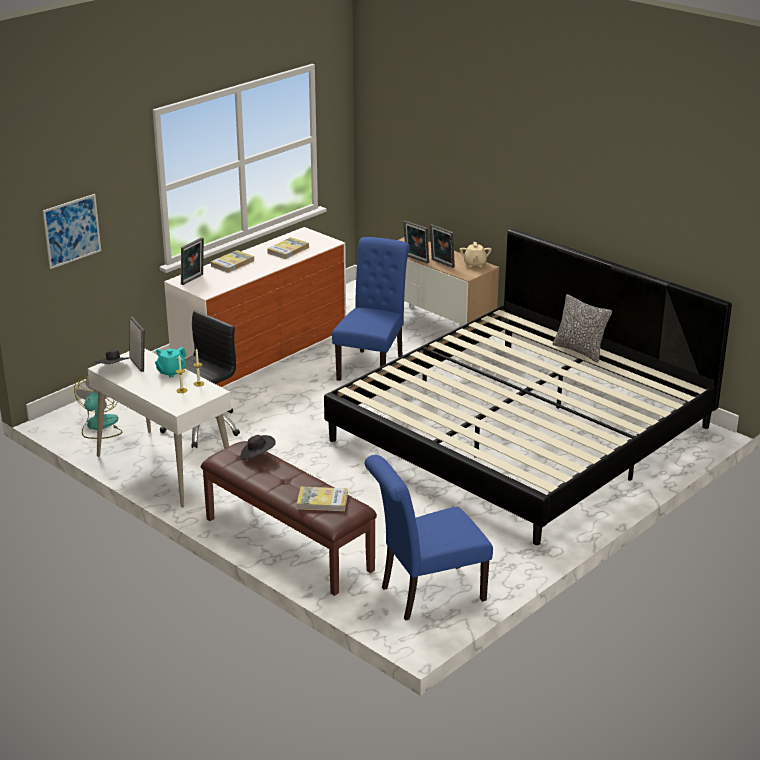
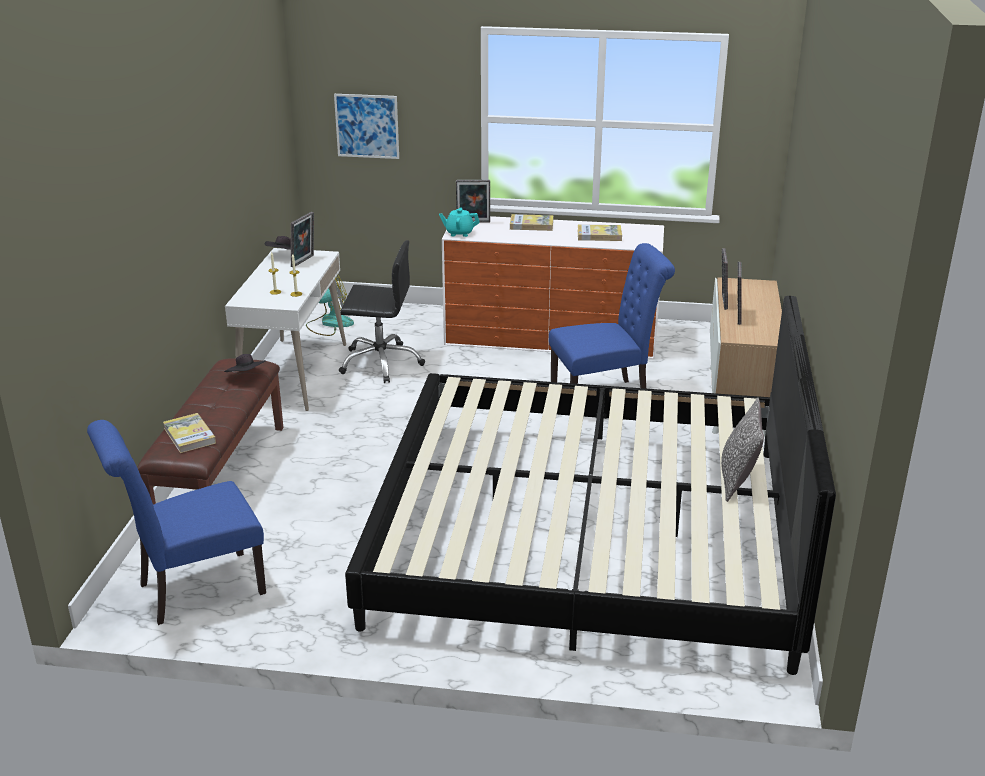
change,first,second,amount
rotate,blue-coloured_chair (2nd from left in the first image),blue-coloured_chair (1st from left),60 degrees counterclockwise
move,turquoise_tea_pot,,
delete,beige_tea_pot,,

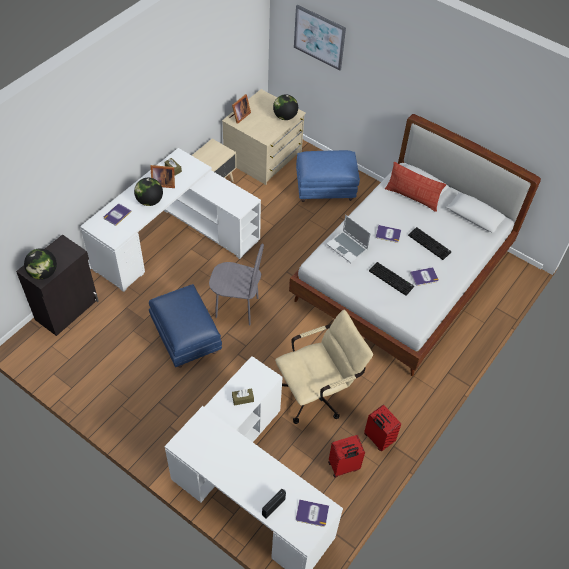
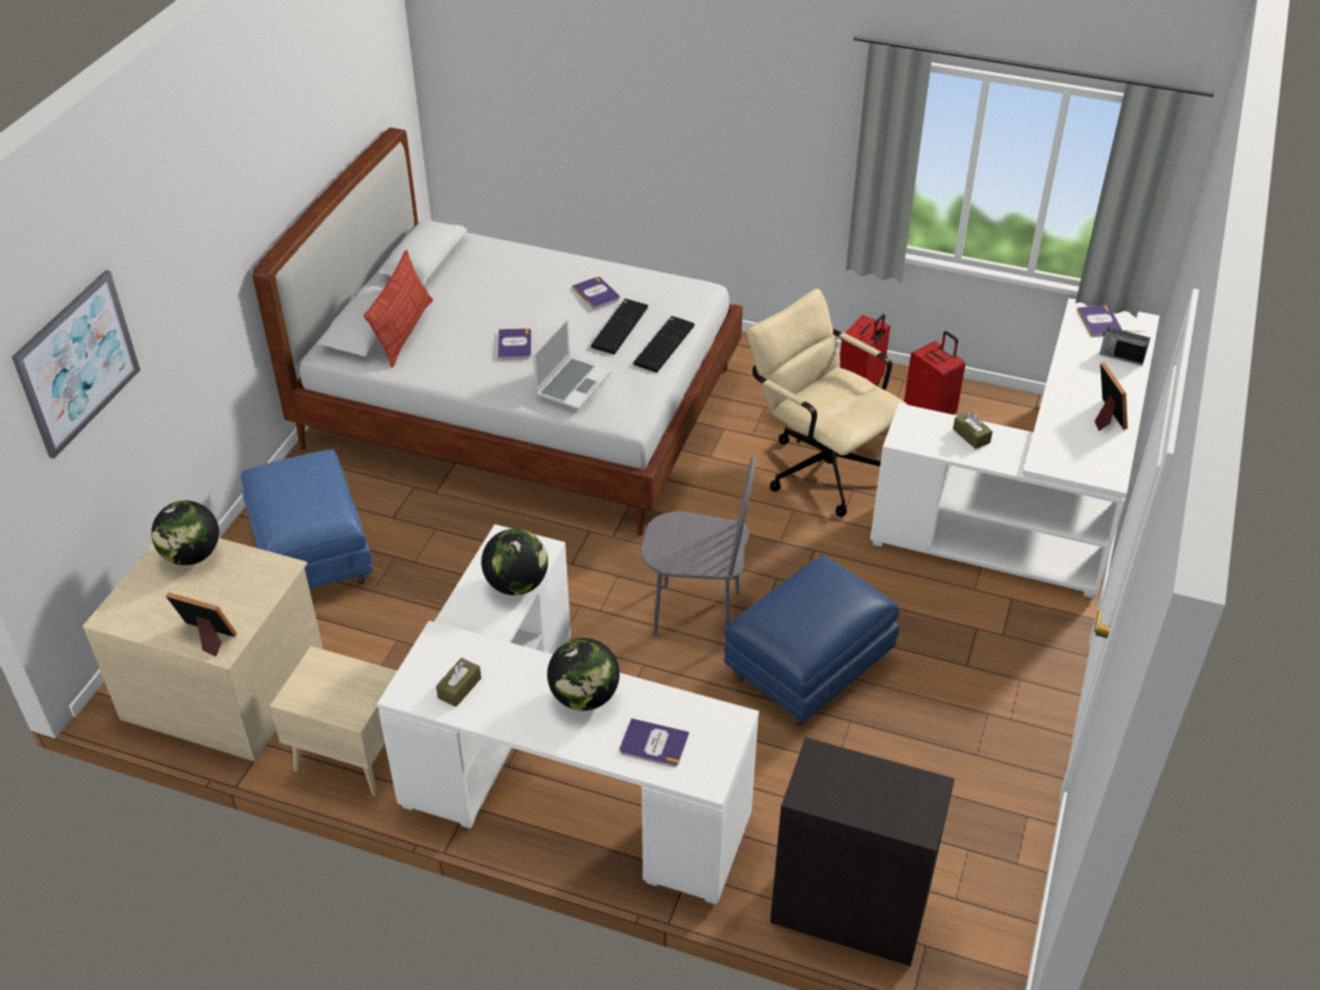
change,first,second,amount
move,globe (1st from left in the first image),globe (2nd from left),
move,computer_keyboard (2nd from left),,
rotate,gray_chair,,105 degrees clockwise
move,photo_frame (1st from left in the first image),photo_frame (2nd from left),

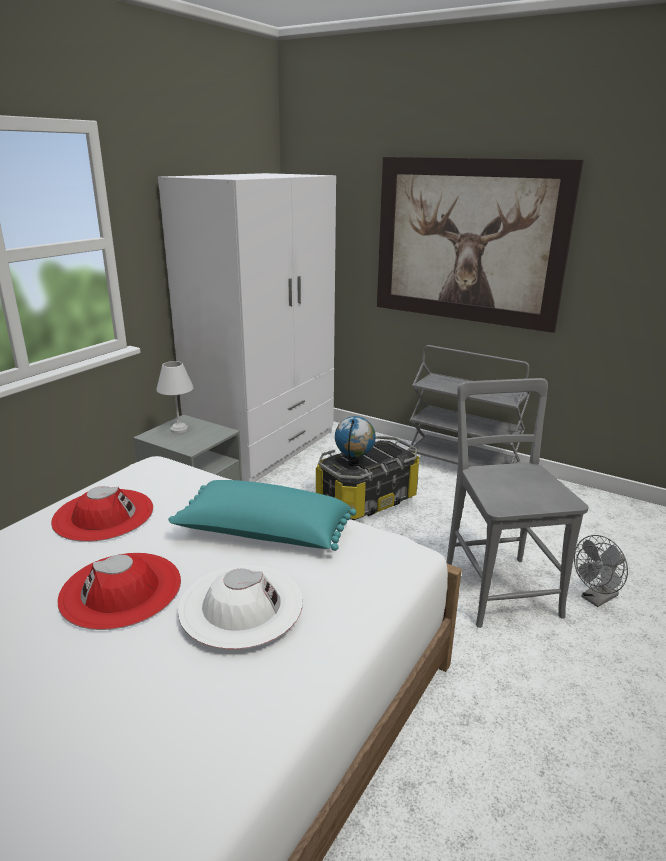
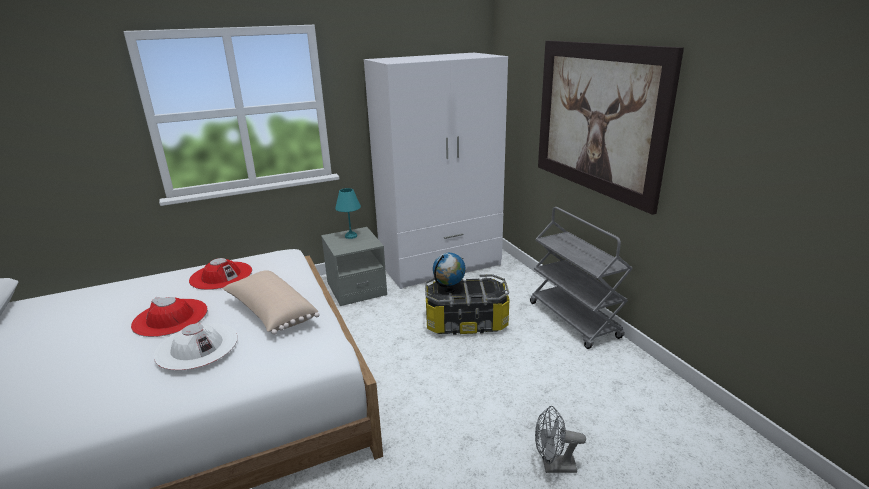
change,first,second,amount
recolor,turquoise_cushion,beige_cushion,
recolor,whitish_table_lamp,turquoise_table_lamp,
delete,gray_chair,,

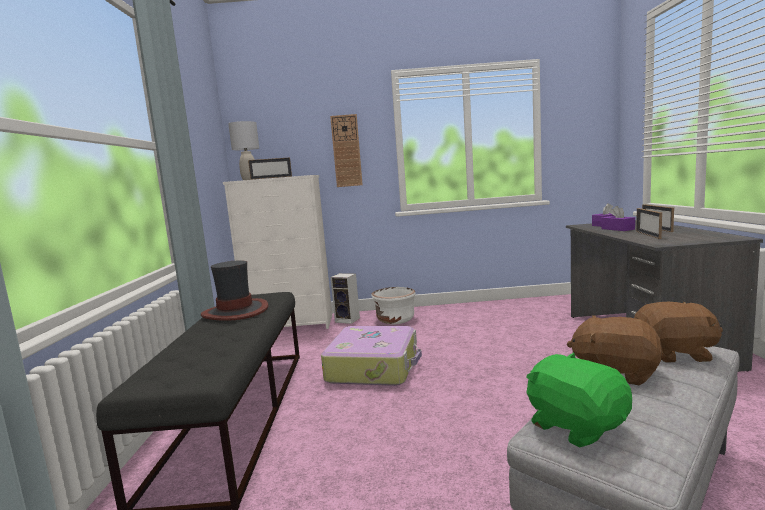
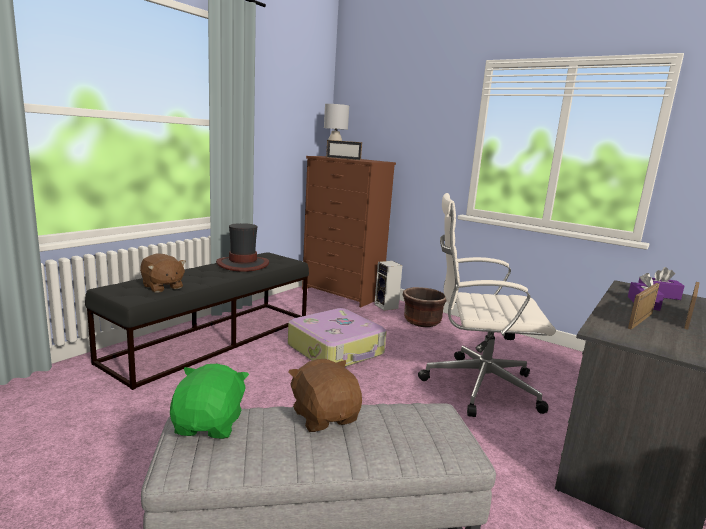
change,first,second,amount
move,brownish_soft_toy (2nd from left in the first image),brownish_soft_toy (1st from left),
recolor,whitish_drawer_chest,brownish_drawer_chest,
recolor,whitish_planter,brownish_planter,
insert,,whitish_computer_chair,
delete,hanging_clock,,

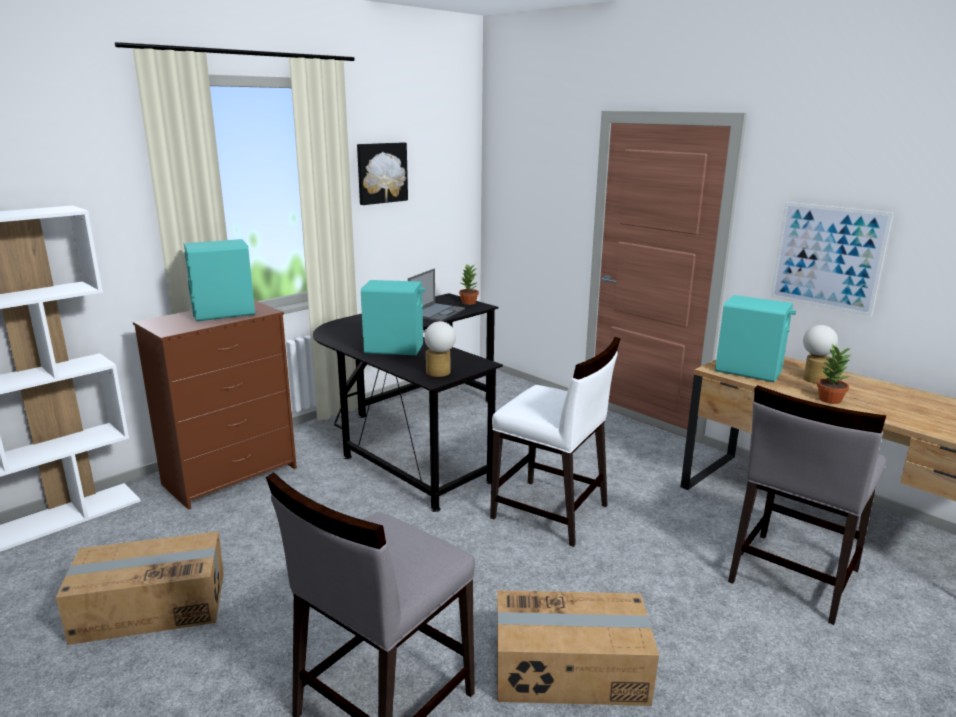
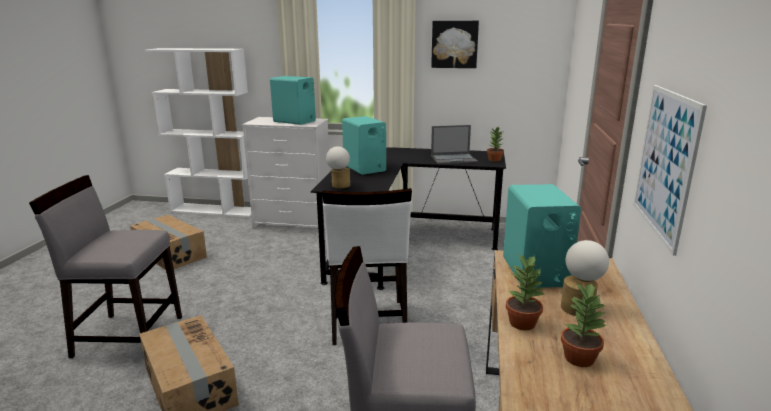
change,first,second,amount
recolor,brownish_drawer_chest,whitish_drawer_chest,
insert,,houseplant (3rd from left),

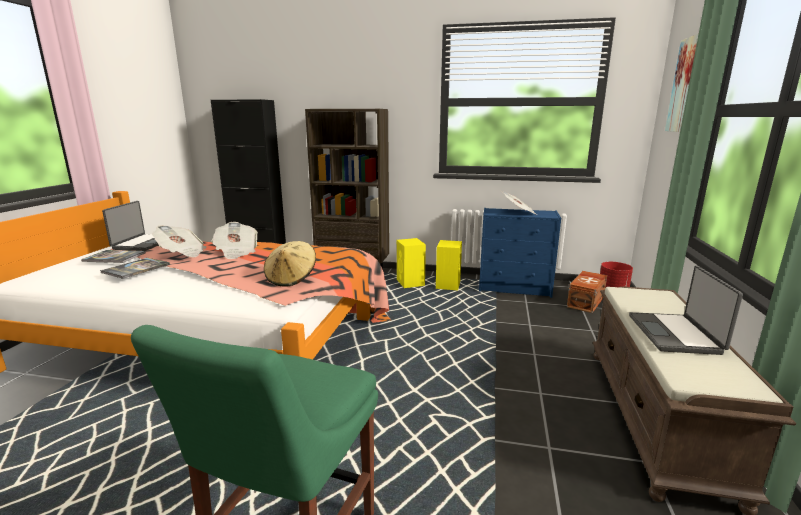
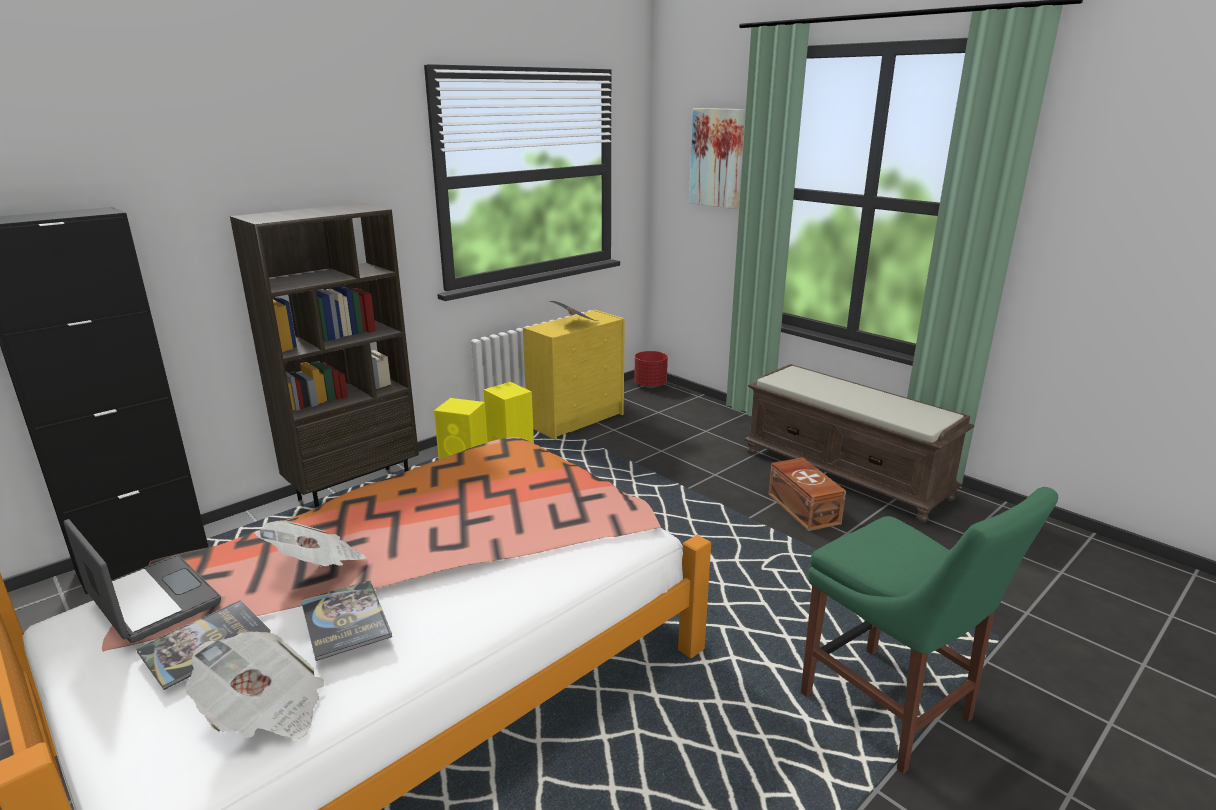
change,first,second,amount
move,daily_paper (2nd from left in the first image),daily_paper (1st from left),
recolor,blue-coloured_drawer_chest,yellow-coloured_drawer_chest,
move,brownish_storage_box,,
delete,beige_clothing_hat,,
delete,portable_computer (2nd from left),,

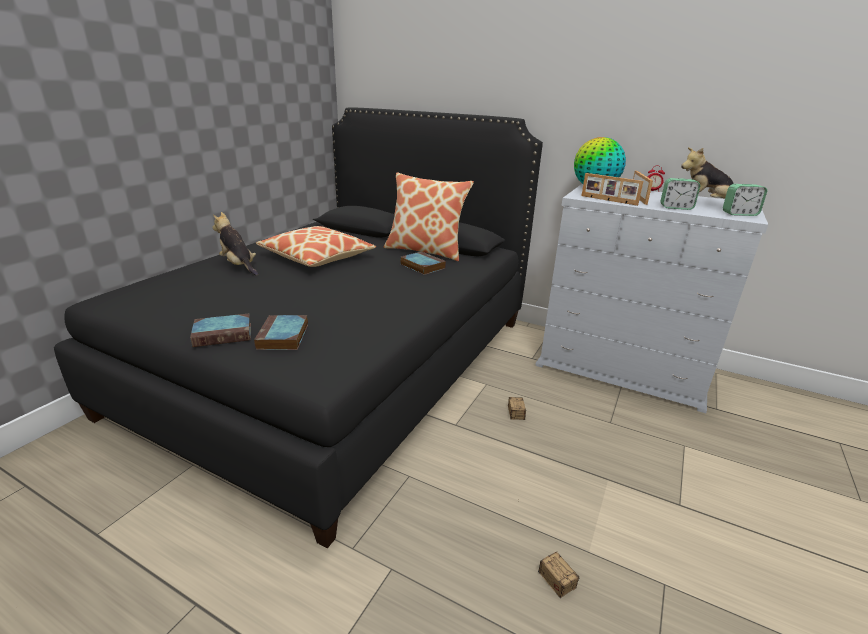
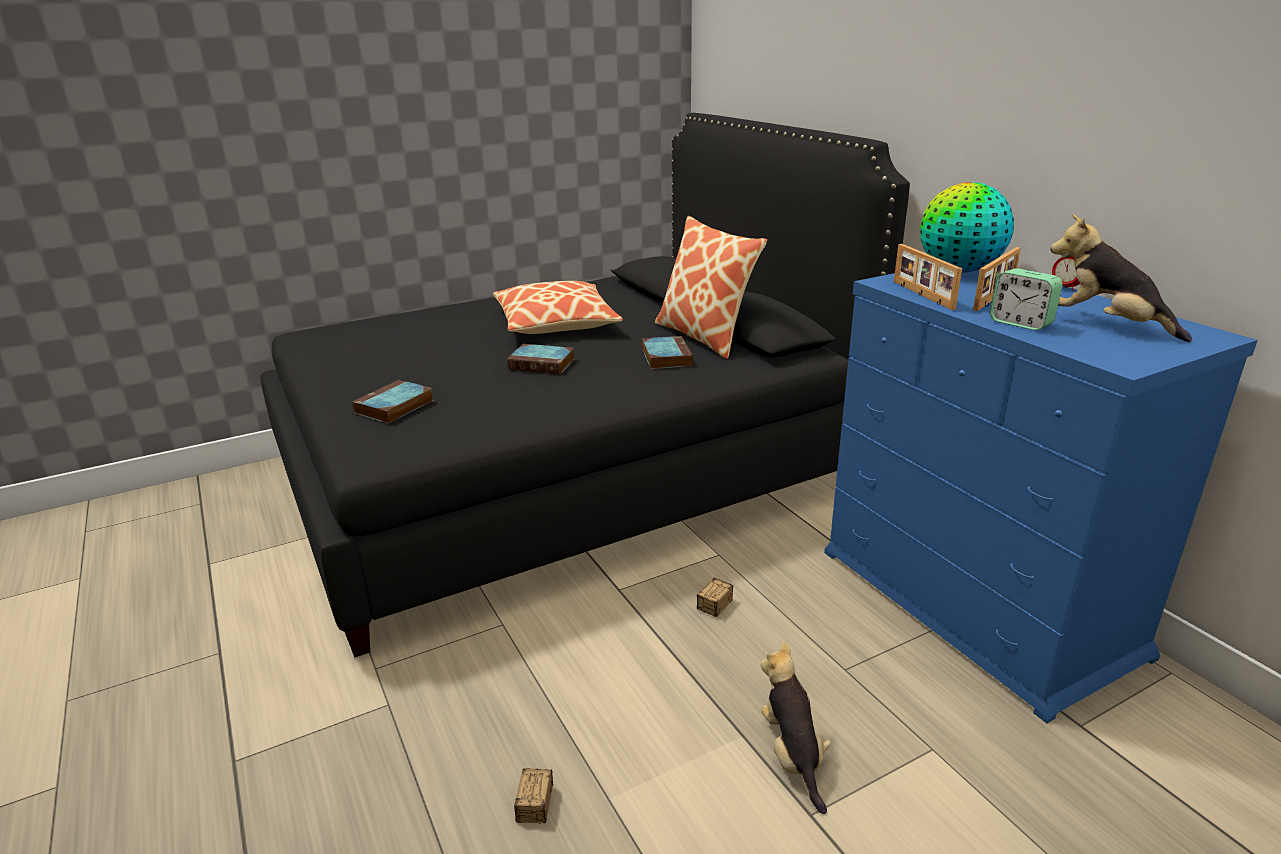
change,first,second,amount
move,bound_book (1st from left in the first image),bound_book (2nd from left),
move,soft_toy (1st from left),,
recolor,whitish_drawer_chest,blue-coloured_drawer_chest,
delete,alarm_clock (3rd from left),,

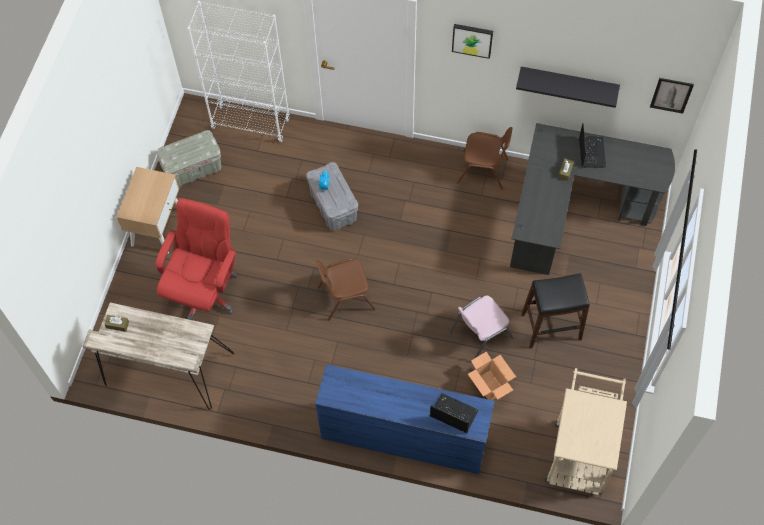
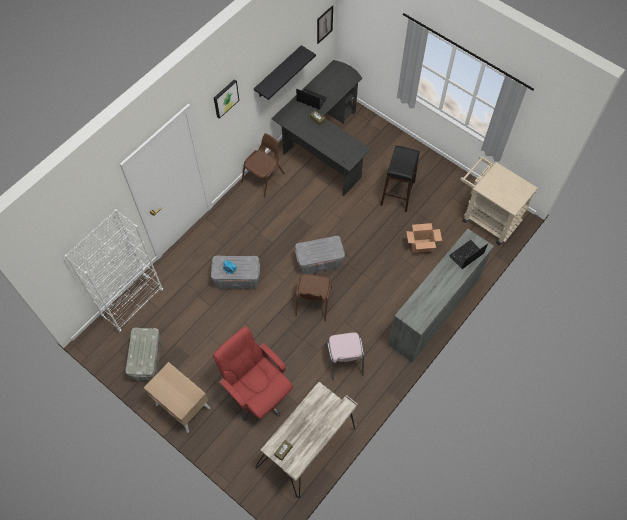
change,first,second,amount
insert,,gray_storage_box (3rd from left),
move,pinkish_chair,,
recolor,blue-coloured_drawer_chest,gray_drawer_chest,

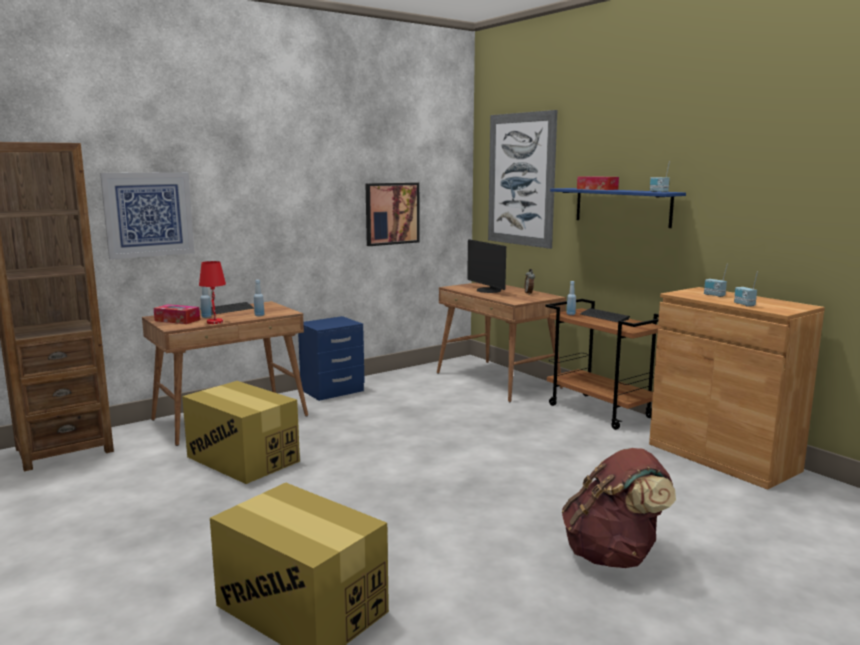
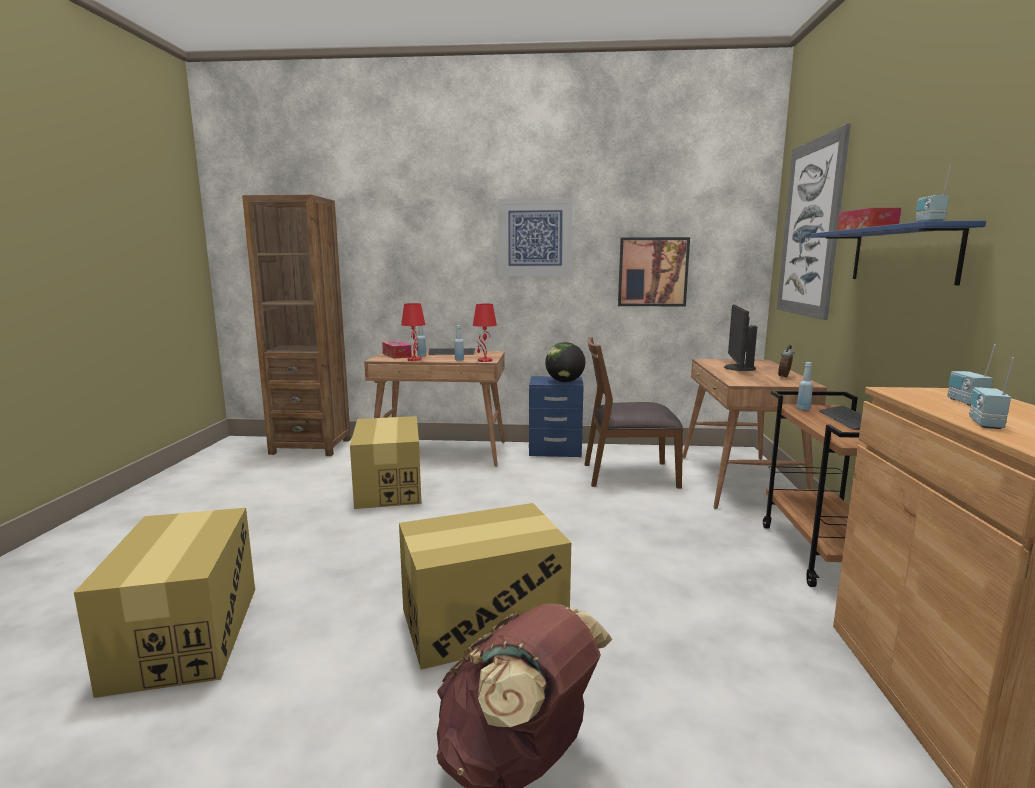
change,first,second,amount
insert,,carton (3rd from left),
insert,,red_table_lamp (2nd from left),
move,wall_art (1st from left),,
insert,,globe,
insert,,brownish_chair,

